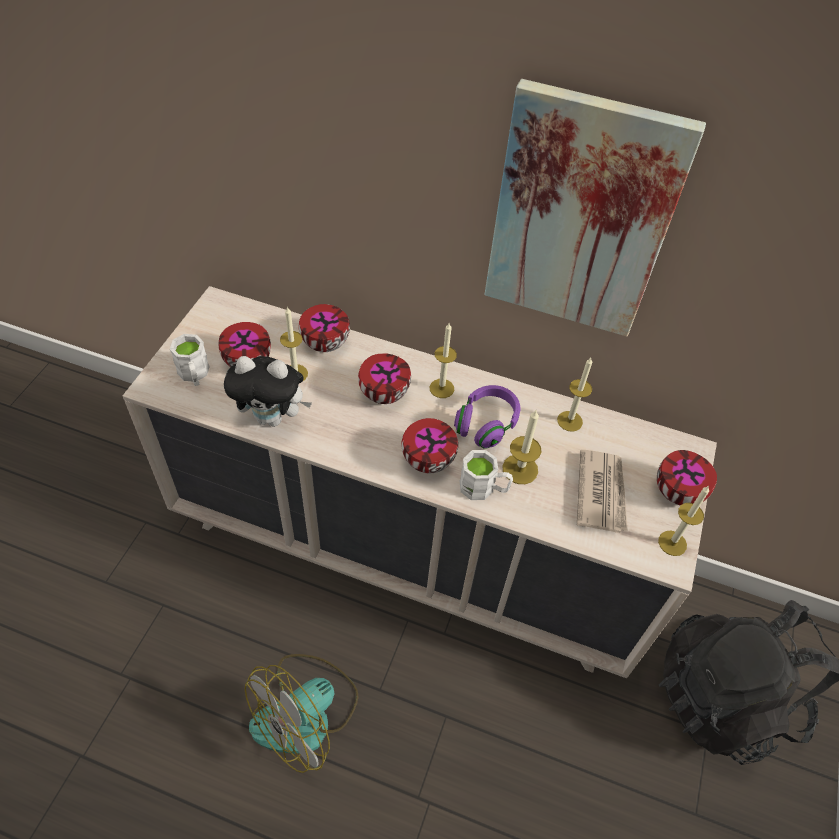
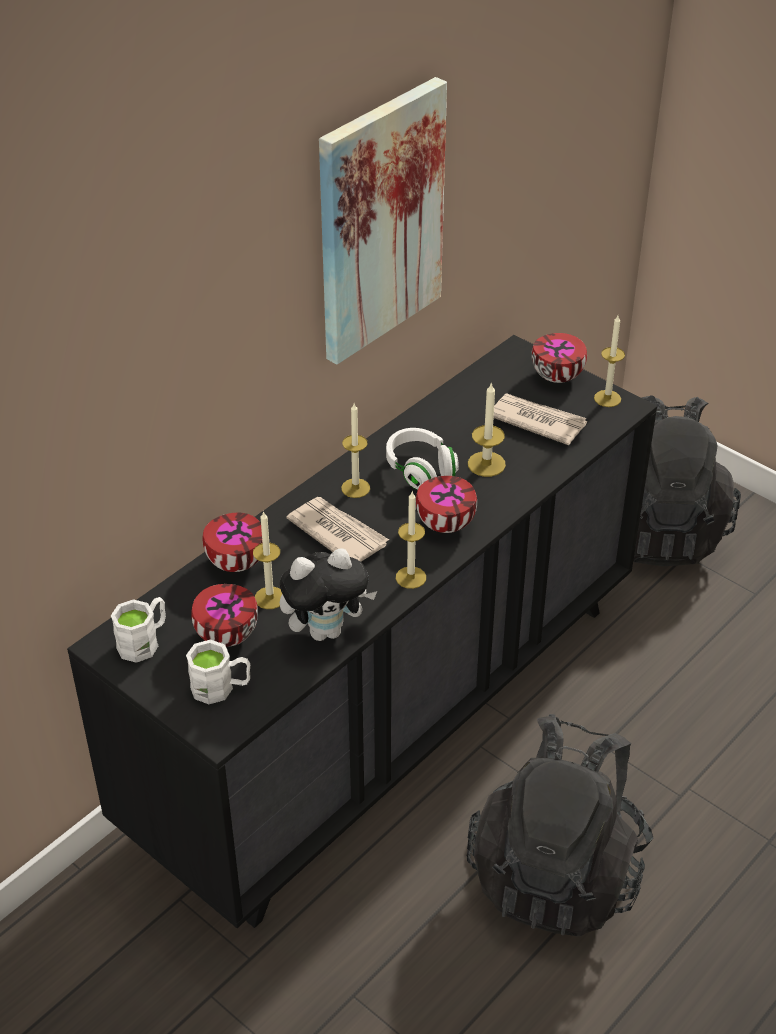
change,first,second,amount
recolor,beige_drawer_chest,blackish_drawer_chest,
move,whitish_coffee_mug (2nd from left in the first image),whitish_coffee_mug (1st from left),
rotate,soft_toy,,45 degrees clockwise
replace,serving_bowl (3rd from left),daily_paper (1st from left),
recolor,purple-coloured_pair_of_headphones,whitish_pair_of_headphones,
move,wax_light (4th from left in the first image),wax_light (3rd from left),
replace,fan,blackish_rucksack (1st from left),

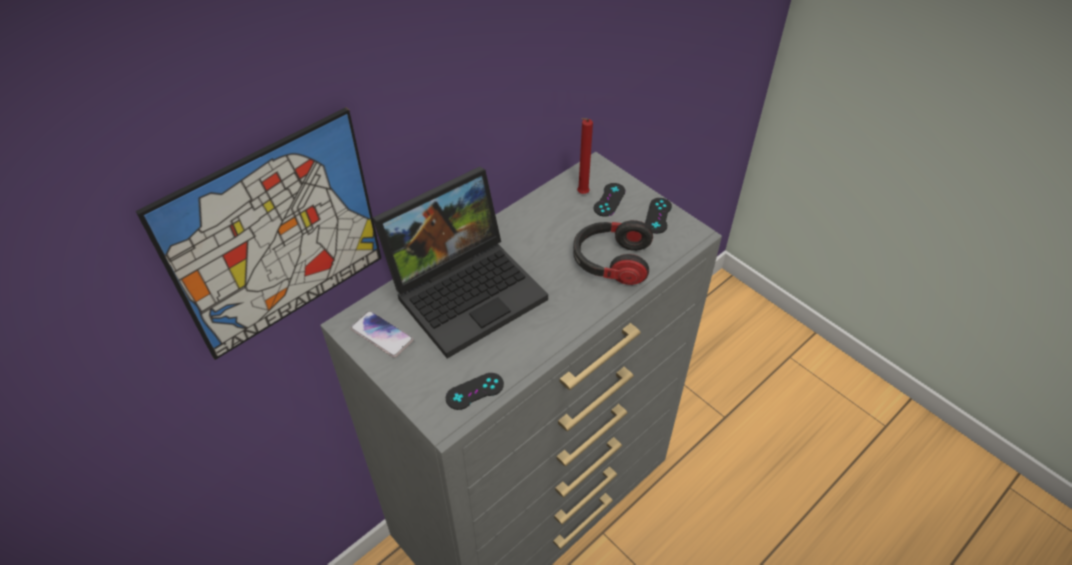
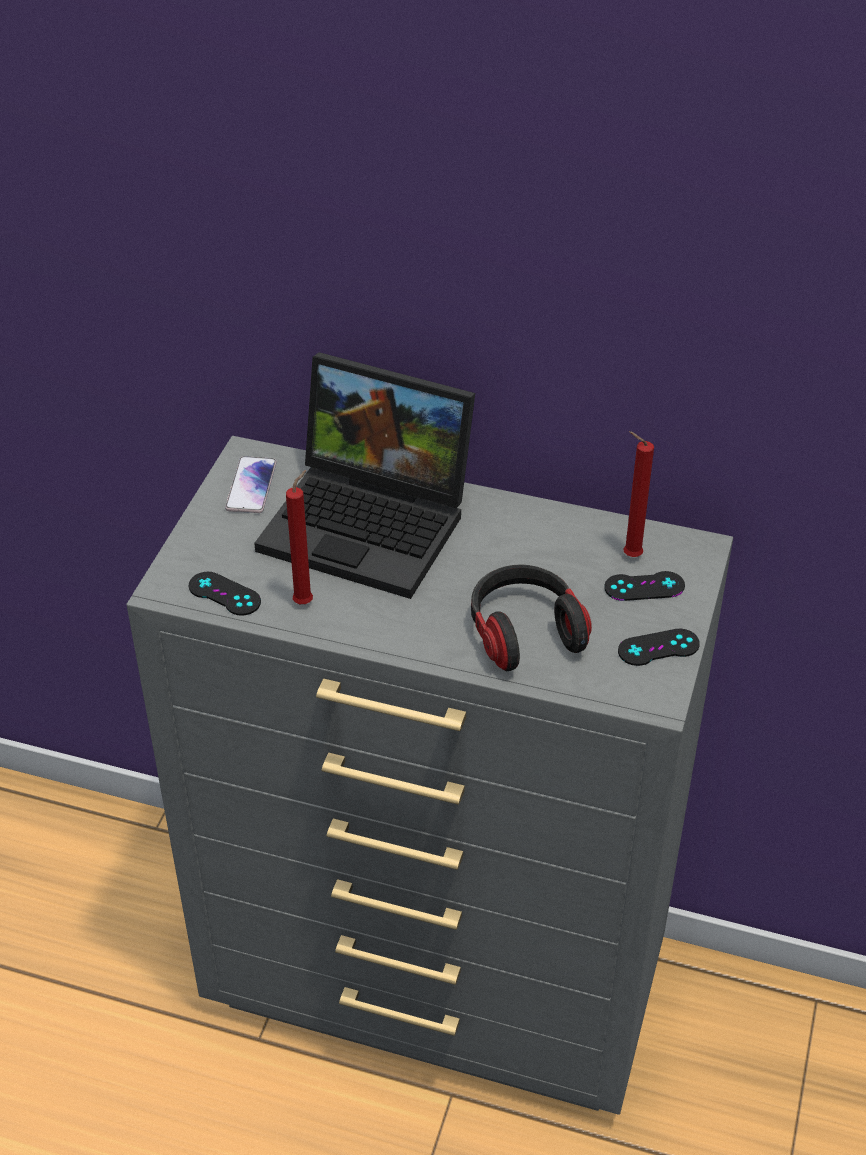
change,first,second,amount
insert,,red_wax_light (1st from left),
delete,wall_art,,

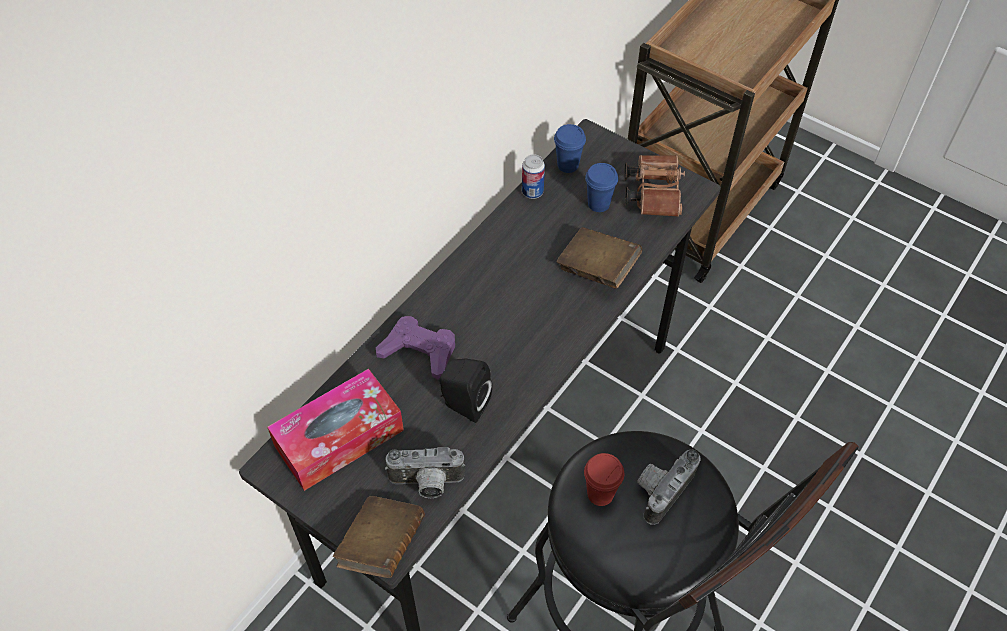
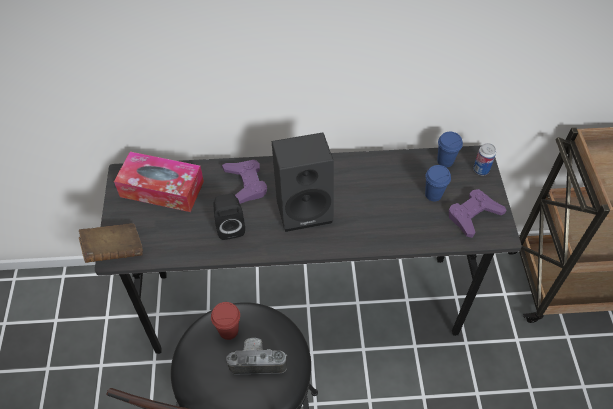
change,first,second,amount
insert,,blackish_loudspeaker (2nd from left),
replace,brownish_binoculars,purple-coloured_game_controller (2nd from left),
move,metal_can,,
delete,photo_camera (1st from left),,
delete,brownish_bound_book (2nd from left),,

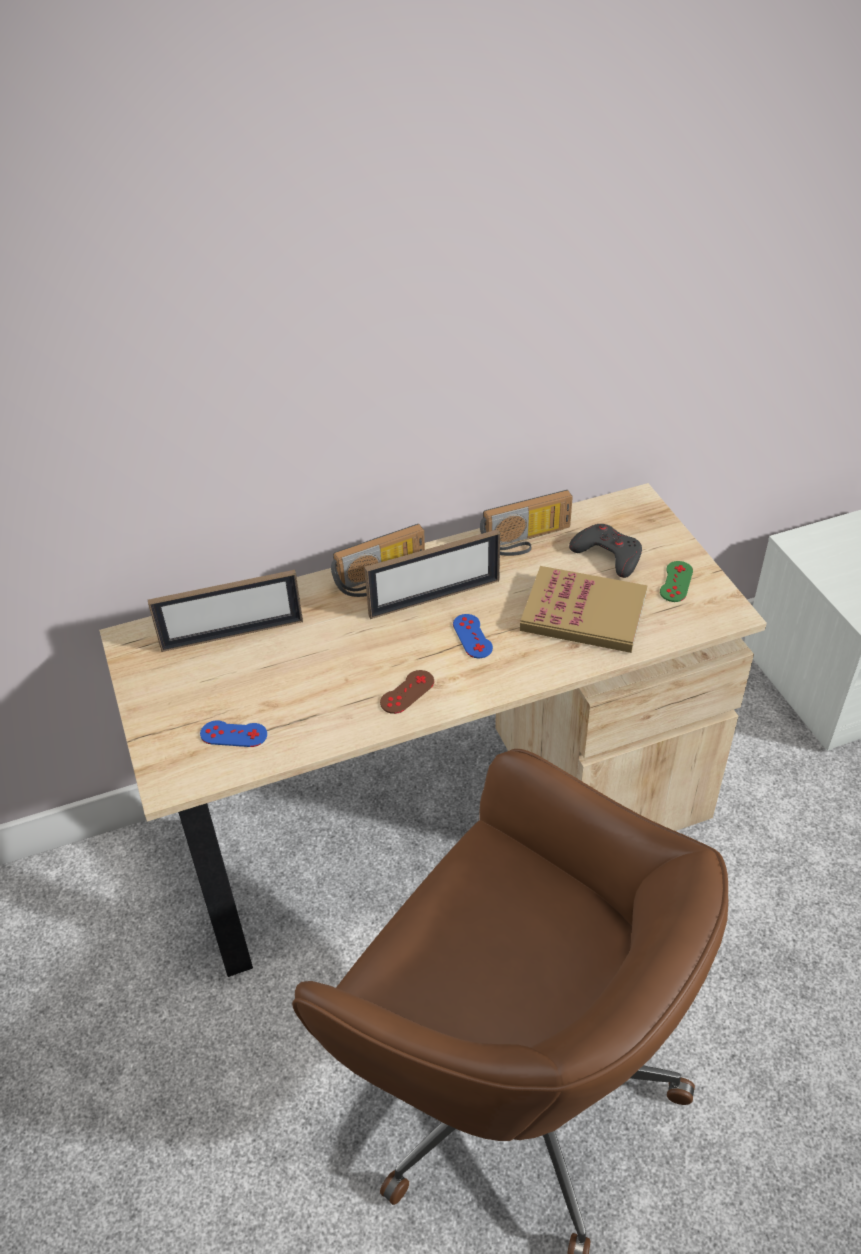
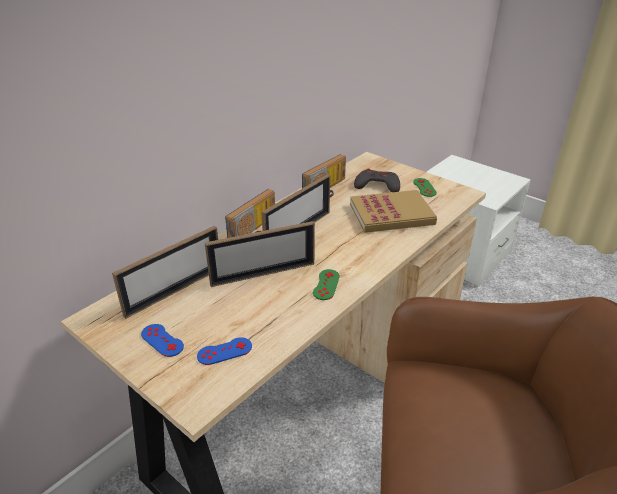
change,first,second,amount
move,blue-coloured_game_controller (2nd from left in the first image),blue-coloured_game_controller (1st from left),
insert,,photo_frame (2nd from left),
recolor,brownish_game_controller,greenish_game_controller (1st from left),

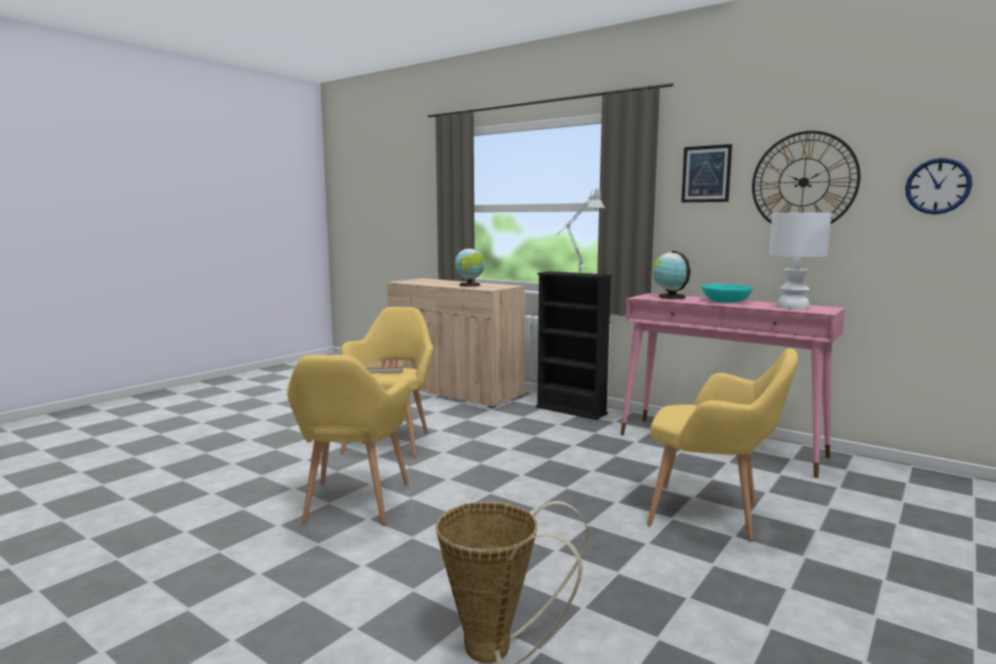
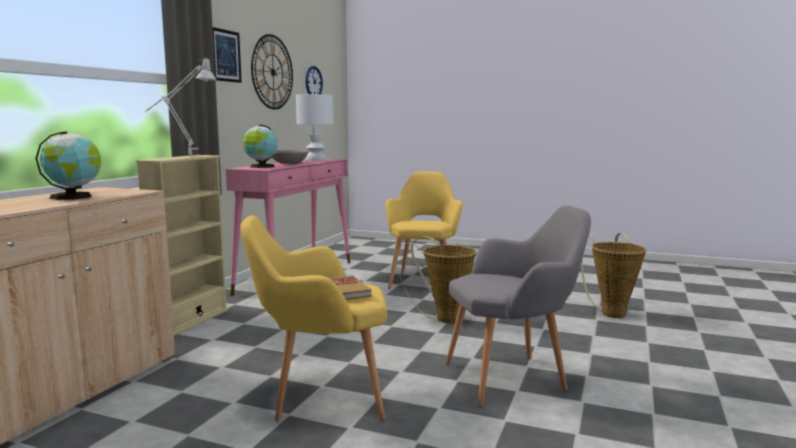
change,first,second,amount
recolor,blackish_bookcase,beige_bookcase,
recolor,turquoise_serving_bowl,gray_serving_bowl,
insert,,basket (1st from left),
recolor,yellow-coloured_armchair (1st from left),gray_armchair,

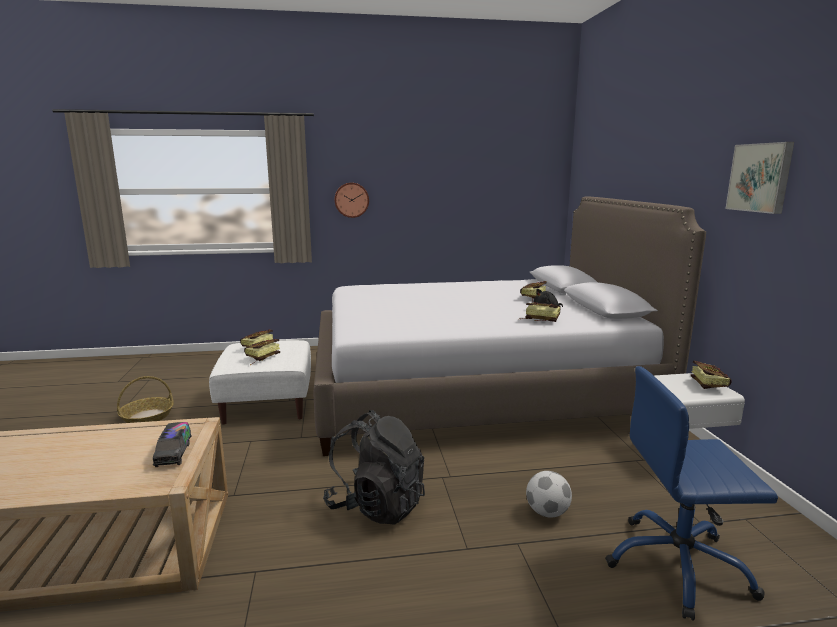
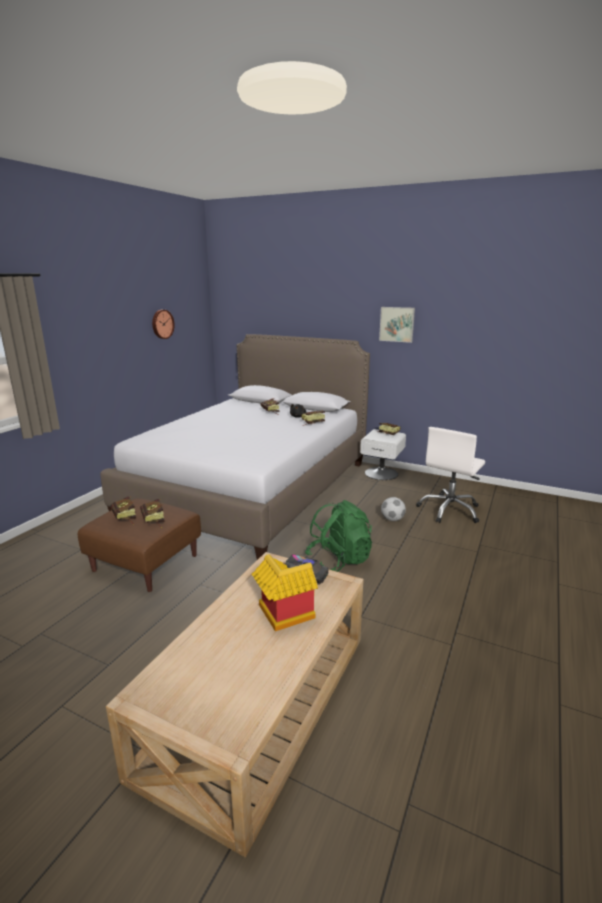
change,first,second,amount
recolor,whitish_footrest,brownish_footrest,
move,hanging_clock,,
insert,,model_house,
recolor,blackish_rucksack,greenish_rucksack,
recolor,blue-coloured_computer_chair,whitish_computer_chair,
delete,basket,,

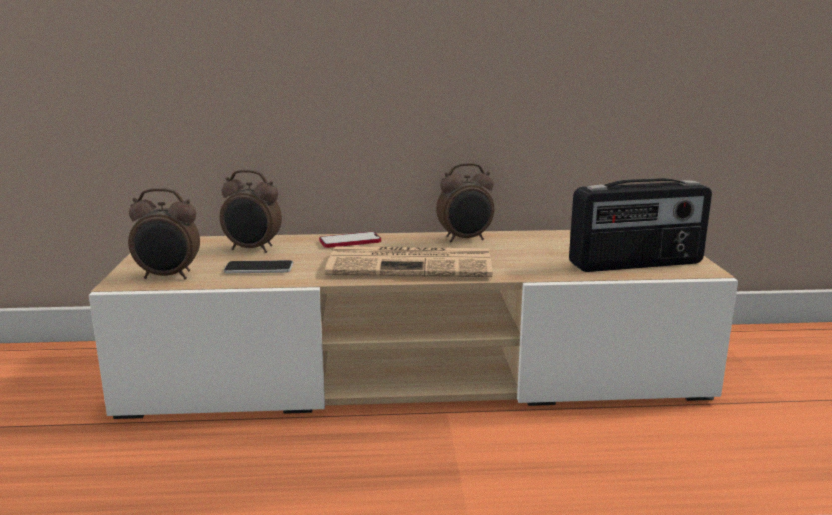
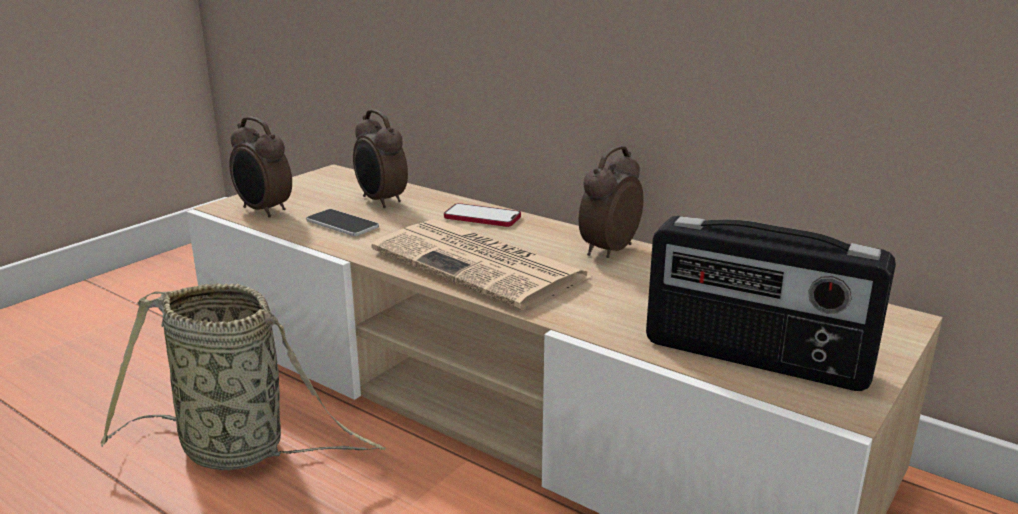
change,first,second,amount
insert,,basket,
rotate,alarm_clock (3rd from left),,105 degrees clockwise

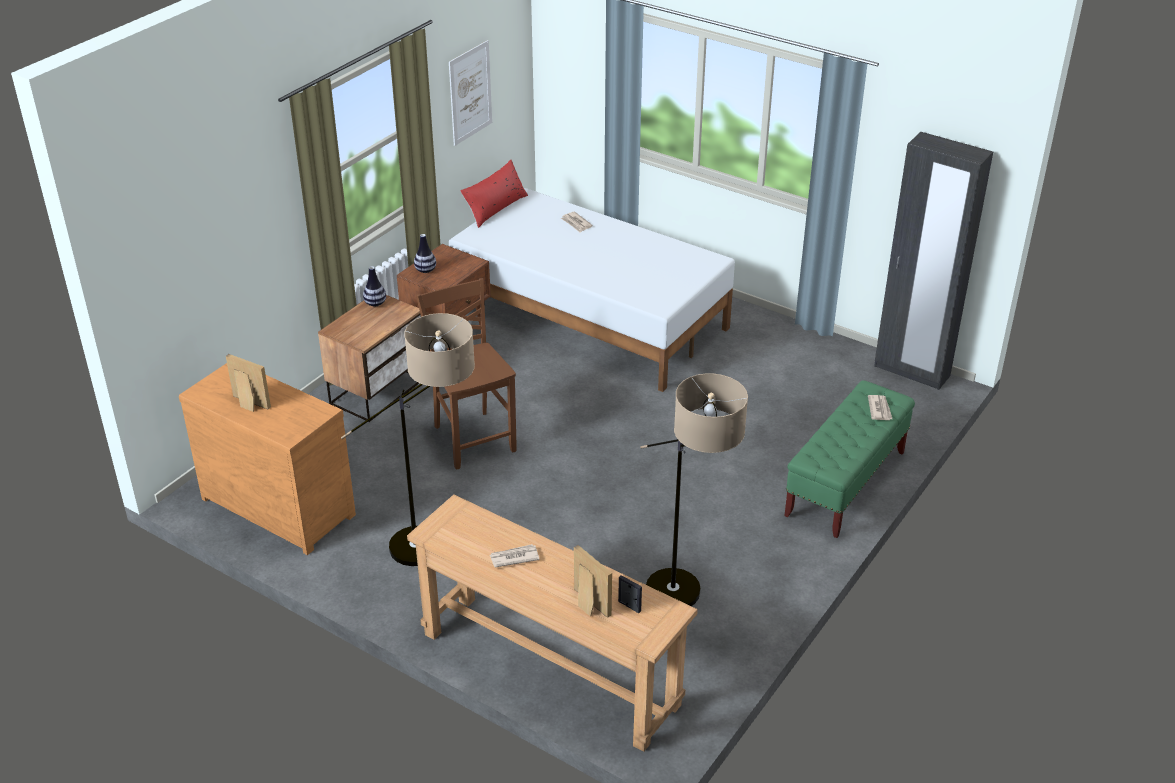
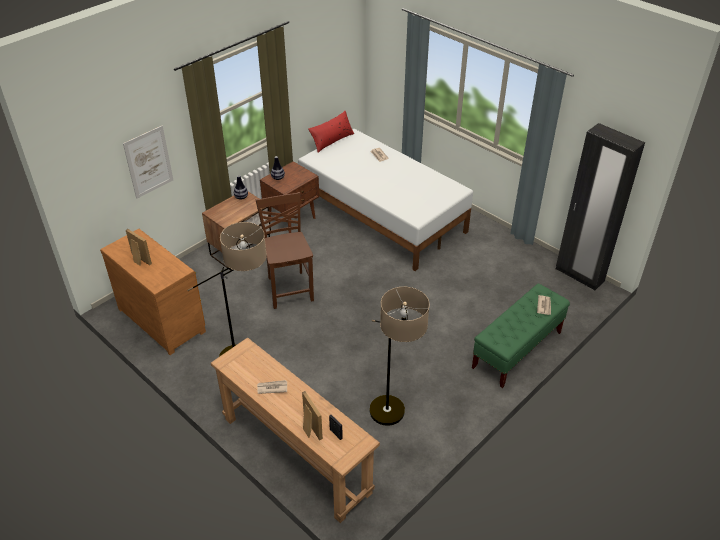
change,first,second,amount
move,wall_art,,

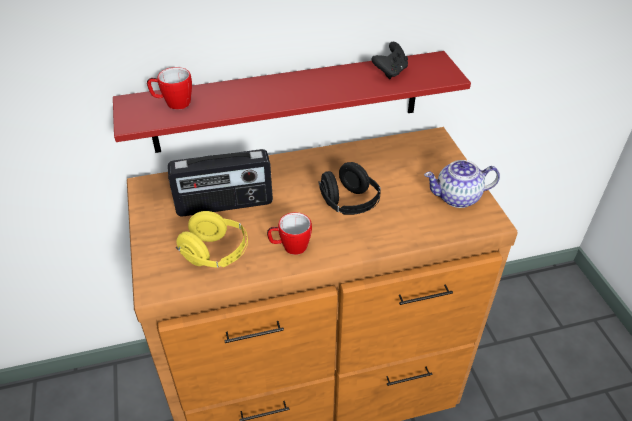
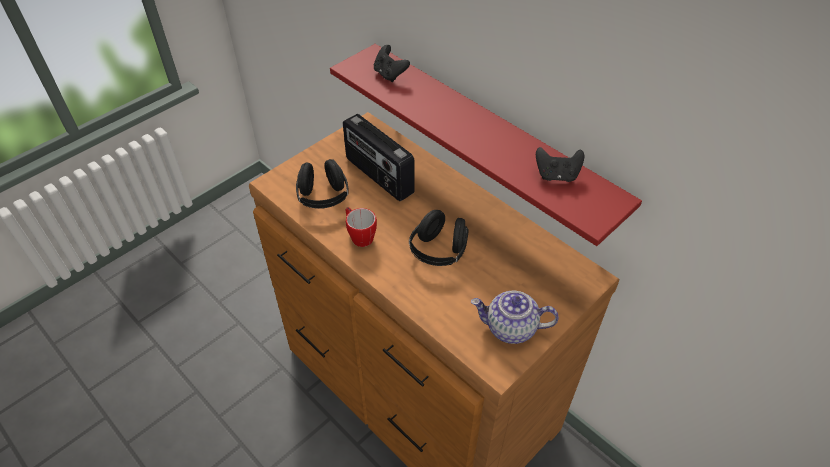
change,first,second,amount
recolor,yellow-coloured_pair_of_headphones,blackish_pair_of_headphones (1st from left),
replace,coffee_mug (1st from left),blackish_game_controller (1st from left),
rotate,tea_pot,,45 degrees counterclockwise

